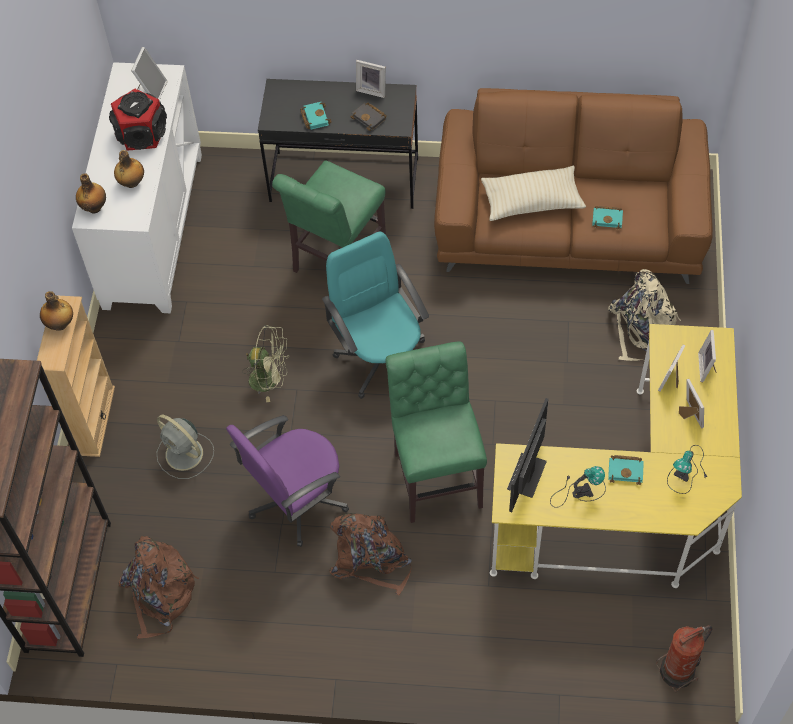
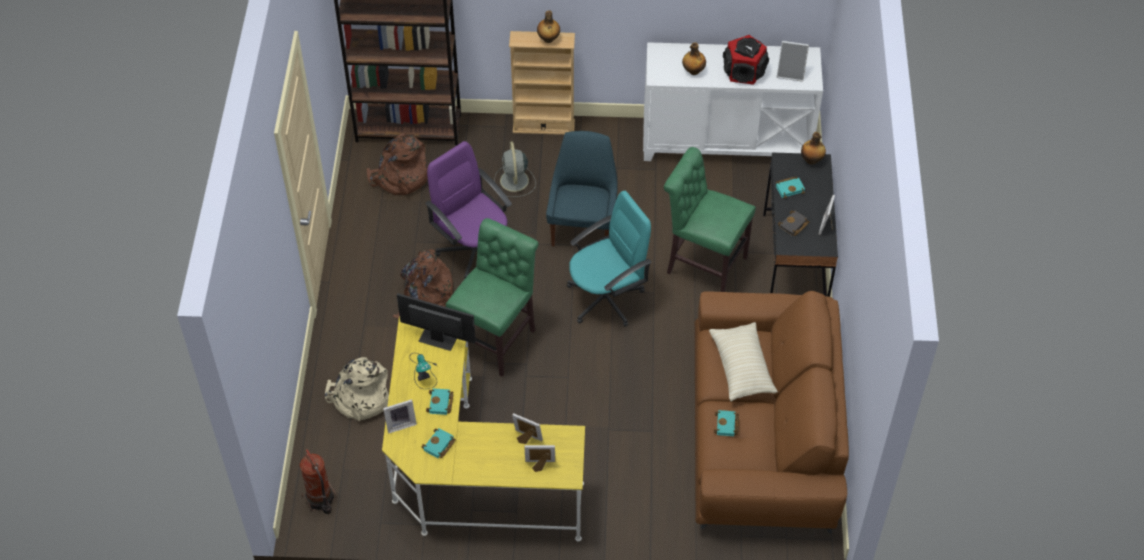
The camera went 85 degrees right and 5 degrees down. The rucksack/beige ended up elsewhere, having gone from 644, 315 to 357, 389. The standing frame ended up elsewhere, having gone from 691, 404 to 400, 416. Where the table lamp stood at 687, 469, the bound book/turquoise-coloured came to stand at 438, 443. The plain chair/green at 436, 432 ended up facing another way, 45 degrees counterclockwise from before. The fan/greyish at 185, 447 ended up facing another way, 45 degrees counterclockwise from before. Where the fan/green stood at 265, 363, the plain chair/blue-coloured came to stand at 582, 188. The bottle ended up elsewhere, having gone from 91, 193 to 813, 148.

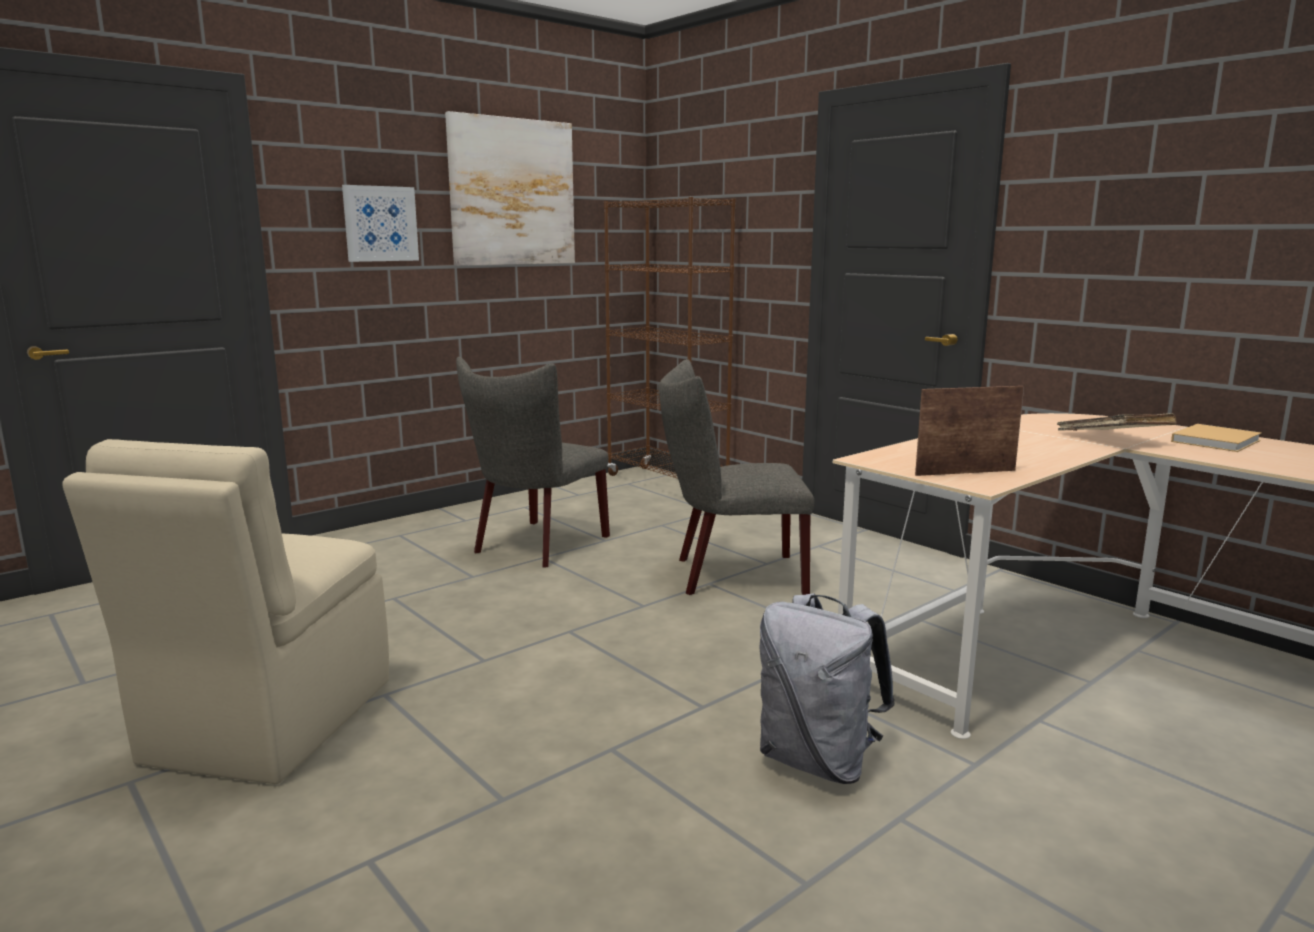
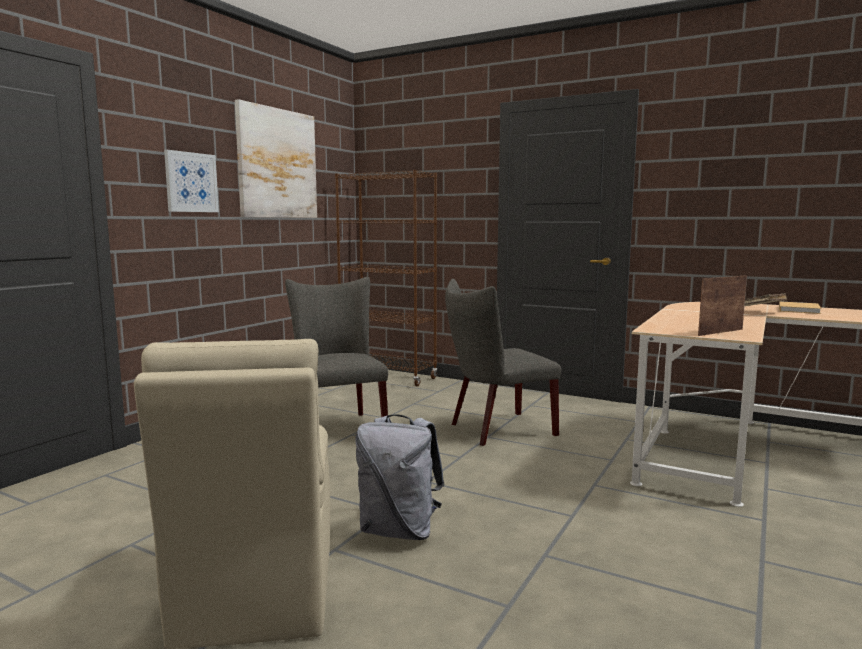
The camera went 20 degrees left and 5 degrees down. The plain chair/greyish at 533, 462 ended up facing another way, 150 degrees clockwise from before. The rucksack/greyish ended up elsewhere, having gone from 827, 688 to 400, 477.

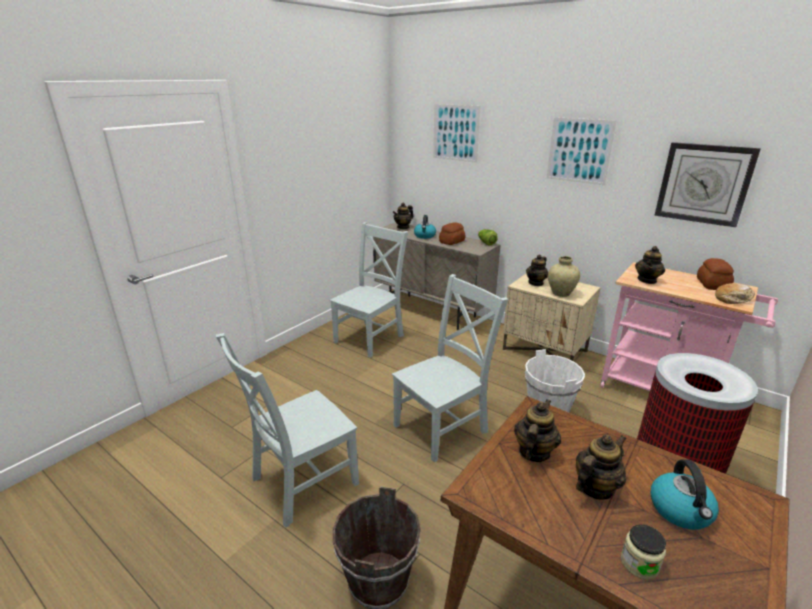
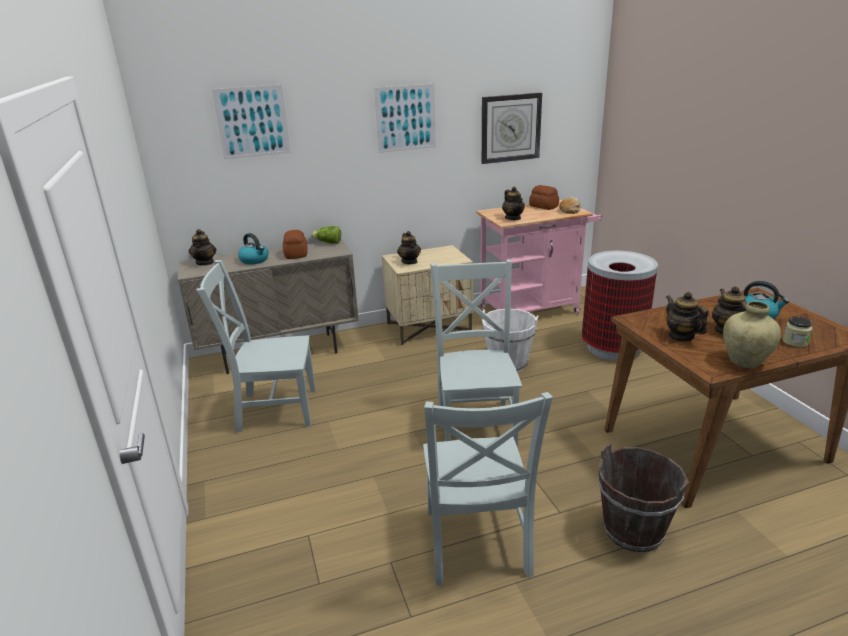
The camera went 55 degrees left and 0 degrees up. The plain chair/greyish at 369, 290 ended up facing another way, 75 degrees counterclockwise from before. The flower vase/beige ended up elsewhere, having gone from 564, 276 to 752, 334.

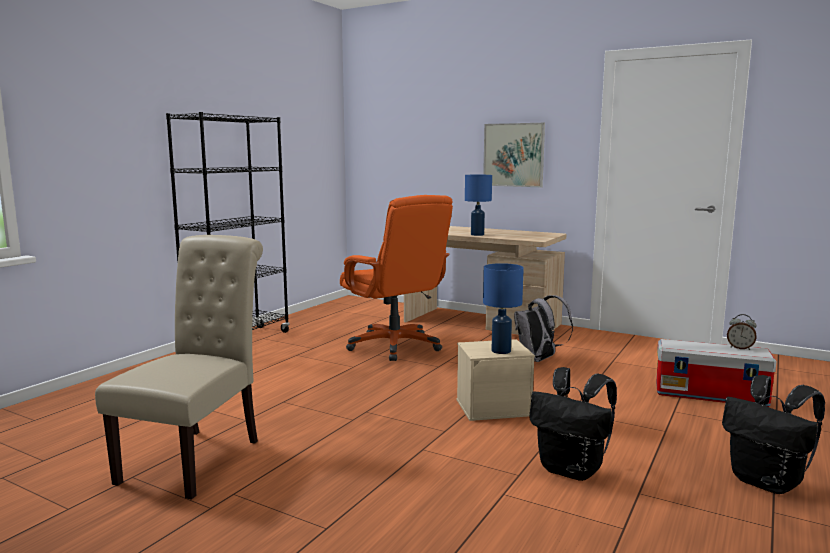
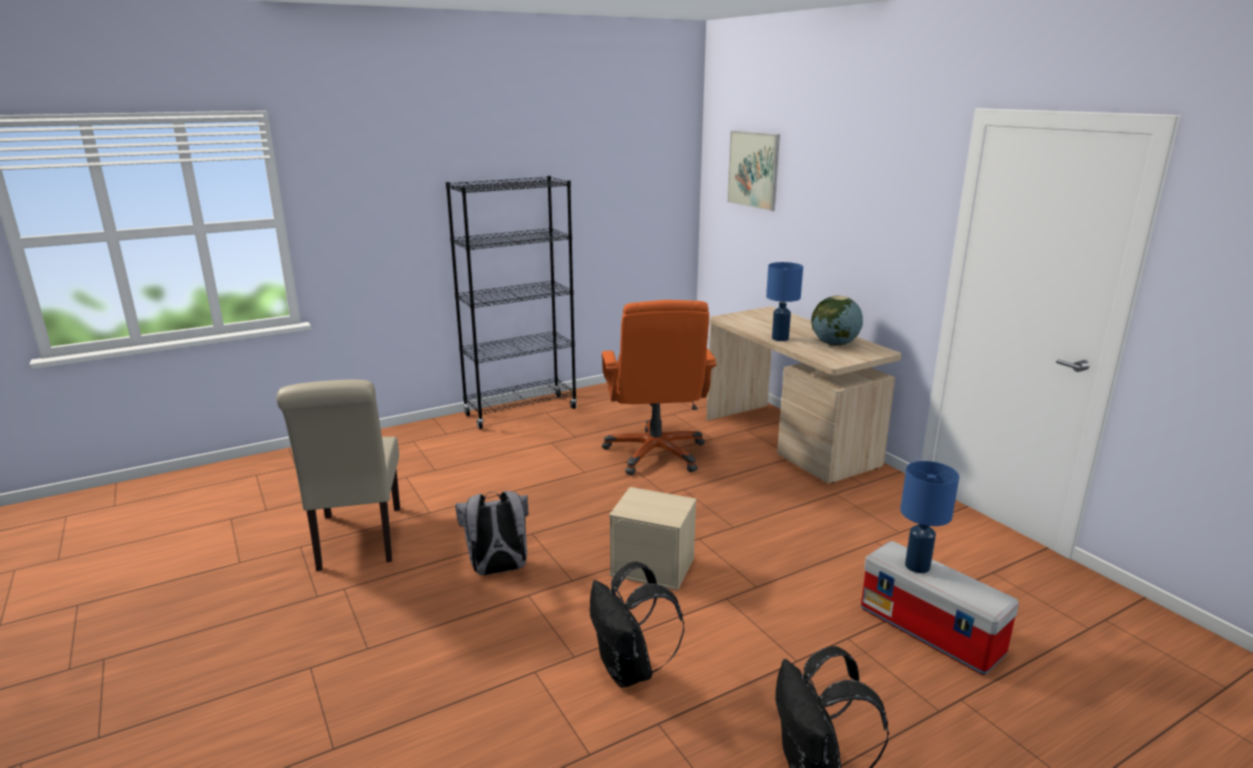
The camera went 30 degrees right and 10 degrees up. The plain chair/beige at 179, 367 ended up facing another way, 120 degrees clockwise from before. The rucksack/greyish ended up elsewhere, having gone from 543, 328 to 491, 533. The wall picture ended up elsewhere, having gone from 514, 155 to 753, 171. The second view gained the globe at 837, 320. The table lamp/blue-coloured ended up elsewhere, having gone from 503, 308 to 929, 517. The second view lost the bedside clock at 741, 332.

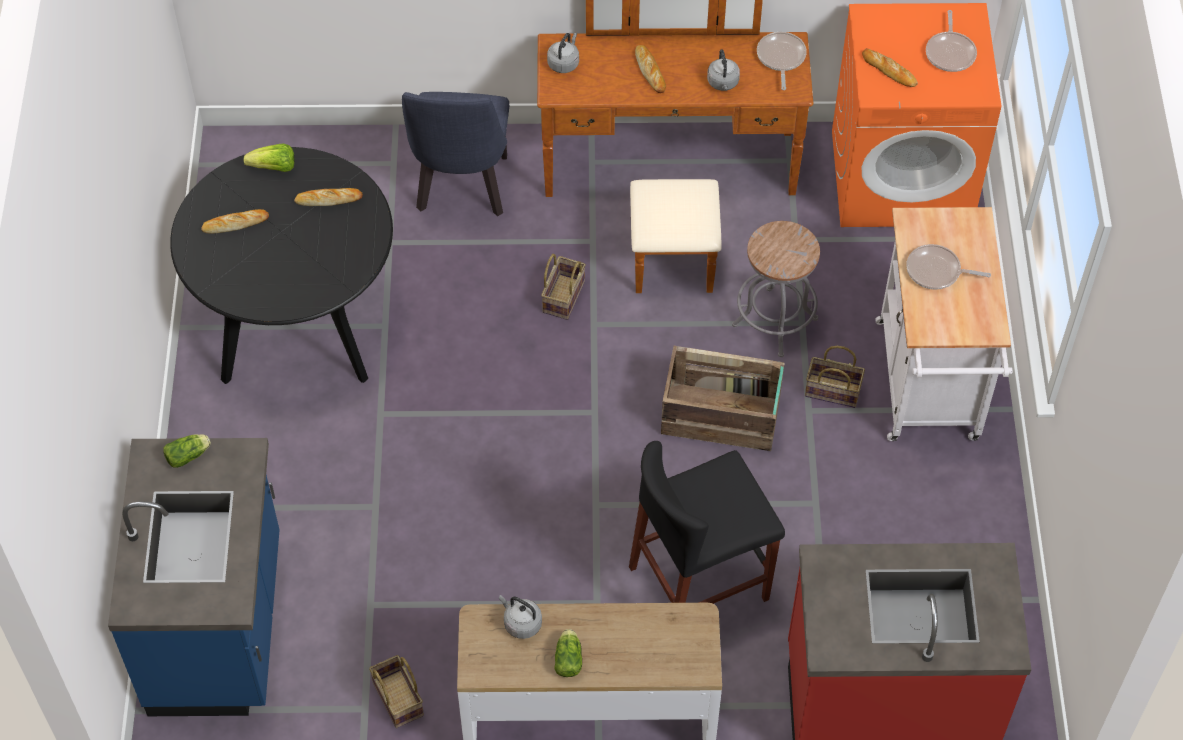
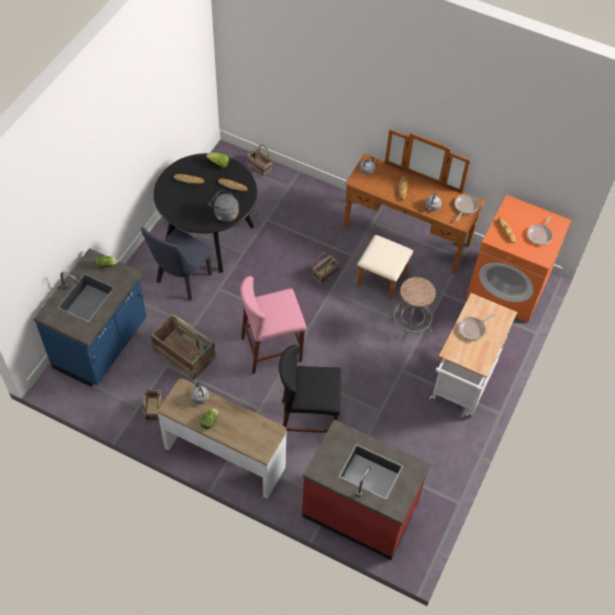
The camera went 25 degrees right and 0 degrees up. The plain chair/blue-coloured ended up elsewhere, having gone from 455, 154 to 176, 263. The packing crate ended up elsewhere, having gone from 723, 398 to 183, 347. The second view gained the kettle/greyish at 224, 206. The second view gained the sitting stool/pink at 273, 325. The storage basket ended up elsewhere, having gone from 835, 377 to 260, 160. The skillet at 948, 267 ended up facing another way, 75 degrees counterclockwise from before.

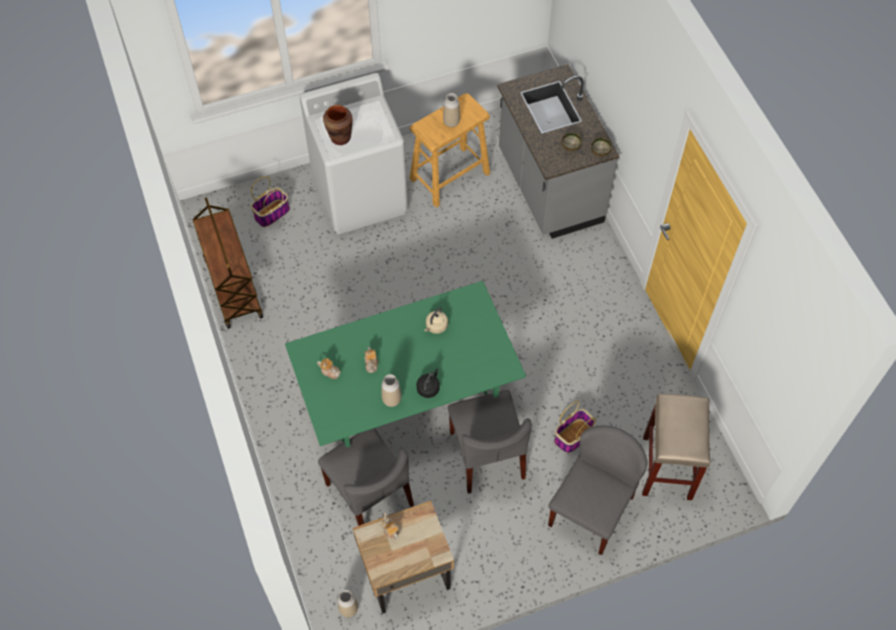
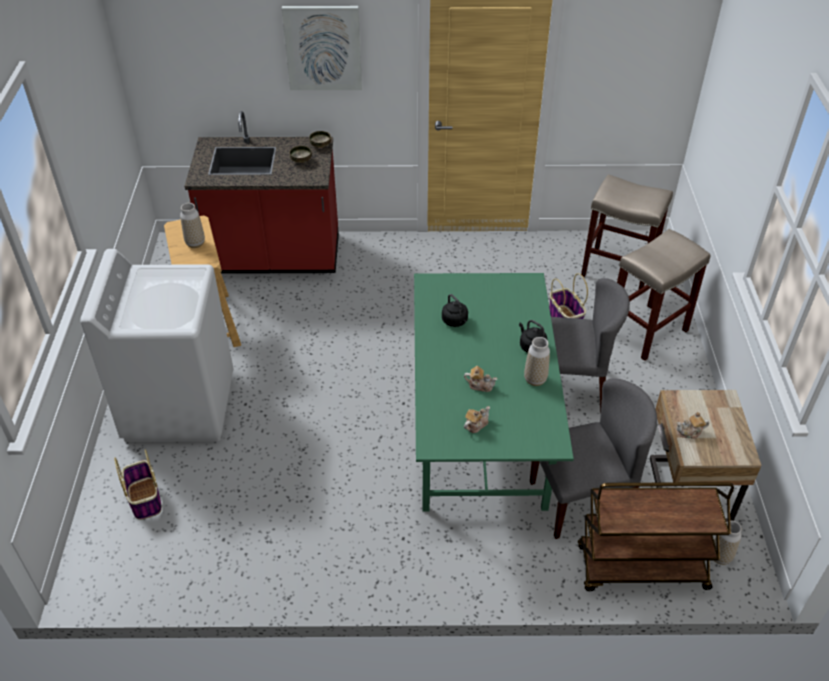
The camera went 70 degrees left and 15 degrees down. What was the kitchen counter/greyish at 558, 151 turned into the kitchen counter/red-coloured at 262, 192. The second view gained the wall picture at 322, 48. What was the kettle/beige at 436, 320 turned into the kettle/blackish at 455, 310. The wheeled cart/brownish ended up elsewhere, having gone from 228, 263 to 656, 536. Where the plain chair/greyish stood at 598, 490, the sitting stool/beige came to stand at 663, 295. The second view lost the flower vase/brownish at 338, 125.

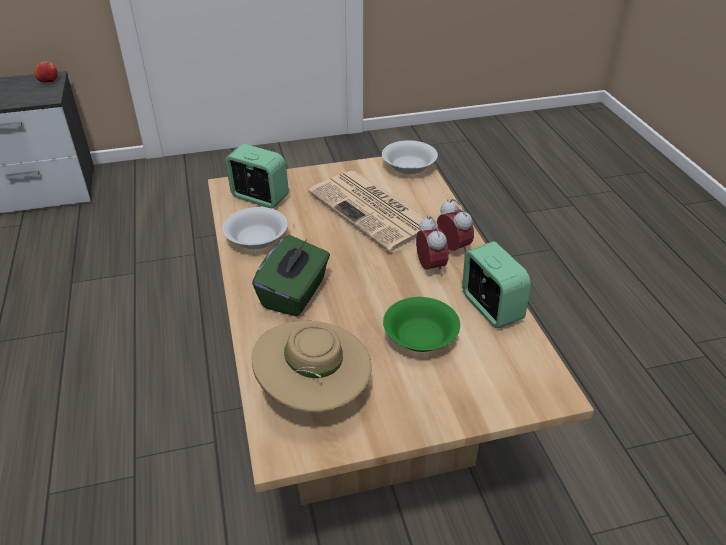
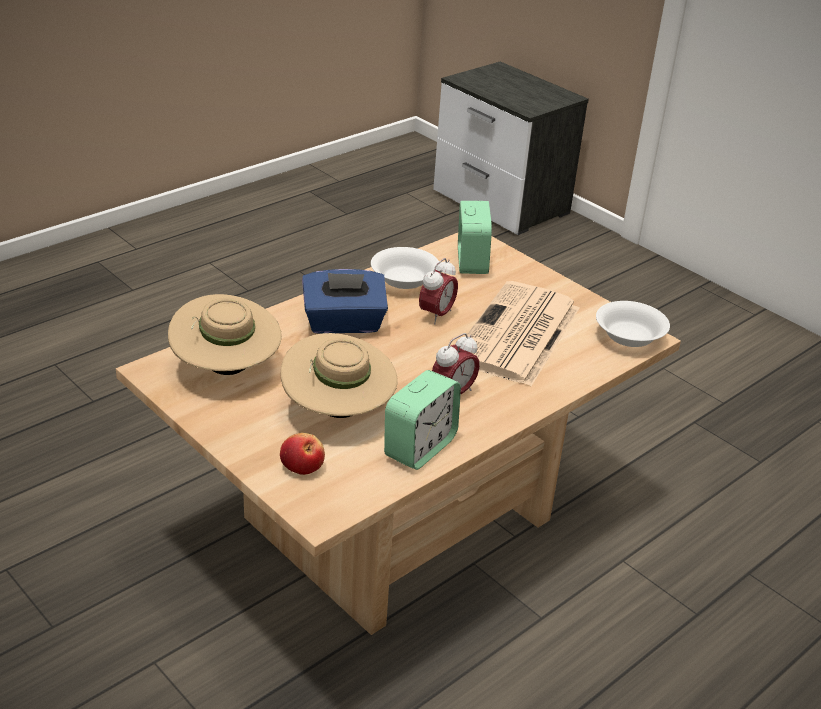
The camera went 60 degrees right and 5 degrees down. Where the deep dish/green stood at 421, 324, the clothing hat/beige came to stand at 339, 375. The apple fruit ended up elsewhere, having gone from 46, 71 to 302, 454. What was the tissue box/green at 291, 276 turned into the tissue box/blue-coloured at 345, 301. The bedside clock ended up elsewhere, having gone from 455, 225 to 438, 291.

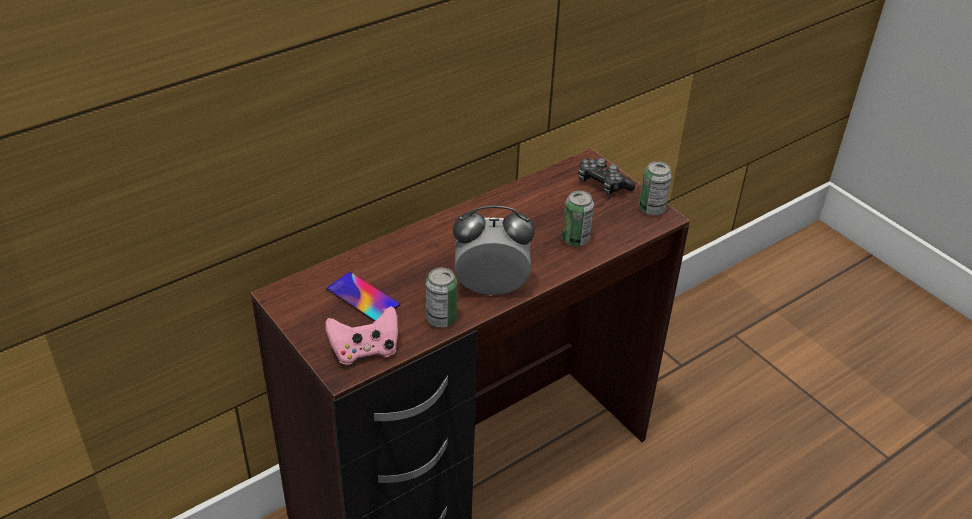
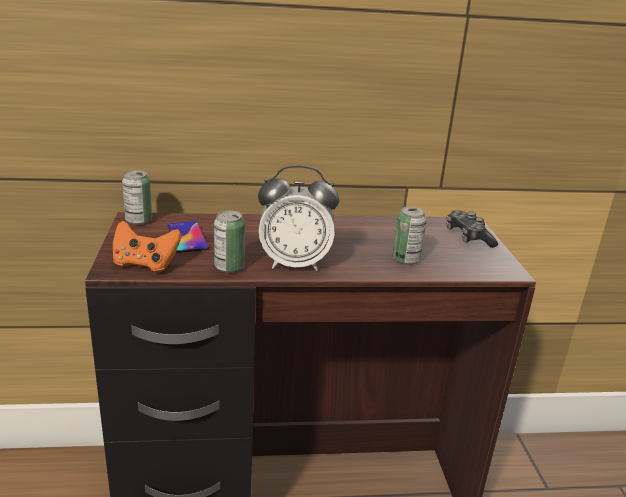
The camera went 30 degrees right and 15 degrees down. What was the game controller/pink at 361, 335 turned into the game controller/orange-coloured at 147, 246. The sealed can ended up elsewhere, having gone from 655, 188 to 137, 197. The bedside clock at 494, 251 ended up facing another way, 150 degrees clockwise from before.

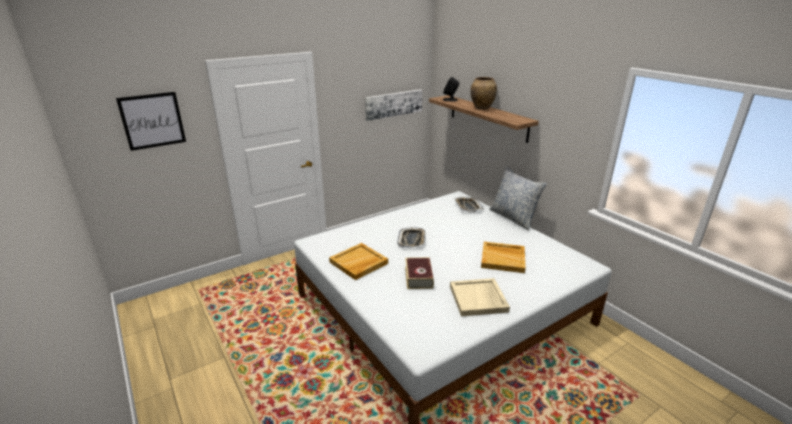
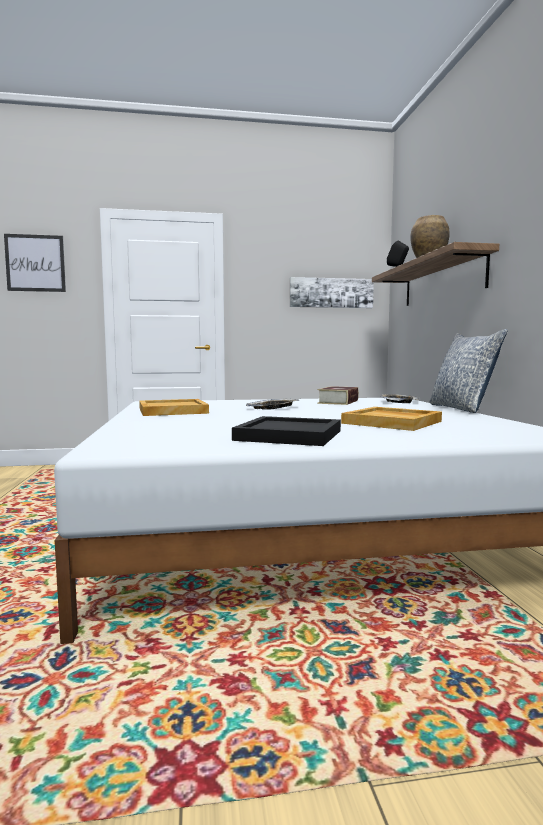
The camera went 25 degrees right and 20 degrees down. What was the serving tray/beige at 480, 297 turned into the serving tray/blackish at 286, 431. The bound book ended up elsewhere, having gone from 419, 273 to 338, 395.

